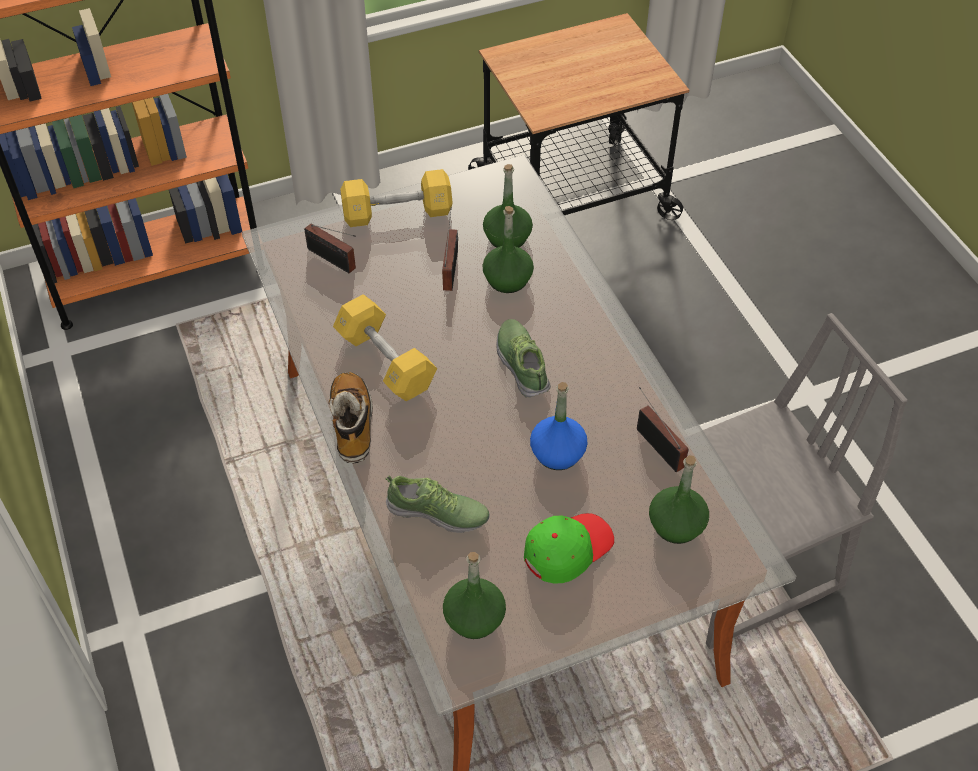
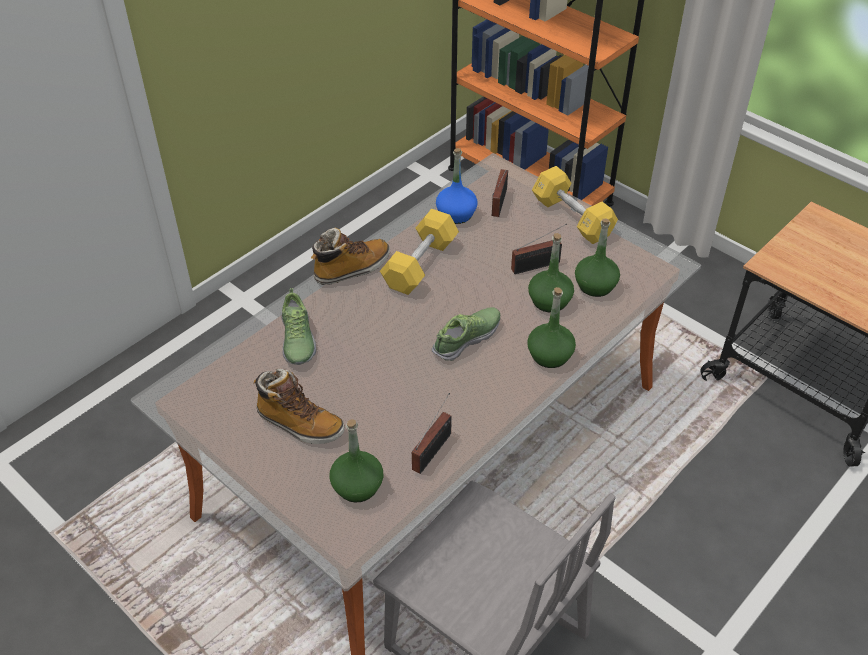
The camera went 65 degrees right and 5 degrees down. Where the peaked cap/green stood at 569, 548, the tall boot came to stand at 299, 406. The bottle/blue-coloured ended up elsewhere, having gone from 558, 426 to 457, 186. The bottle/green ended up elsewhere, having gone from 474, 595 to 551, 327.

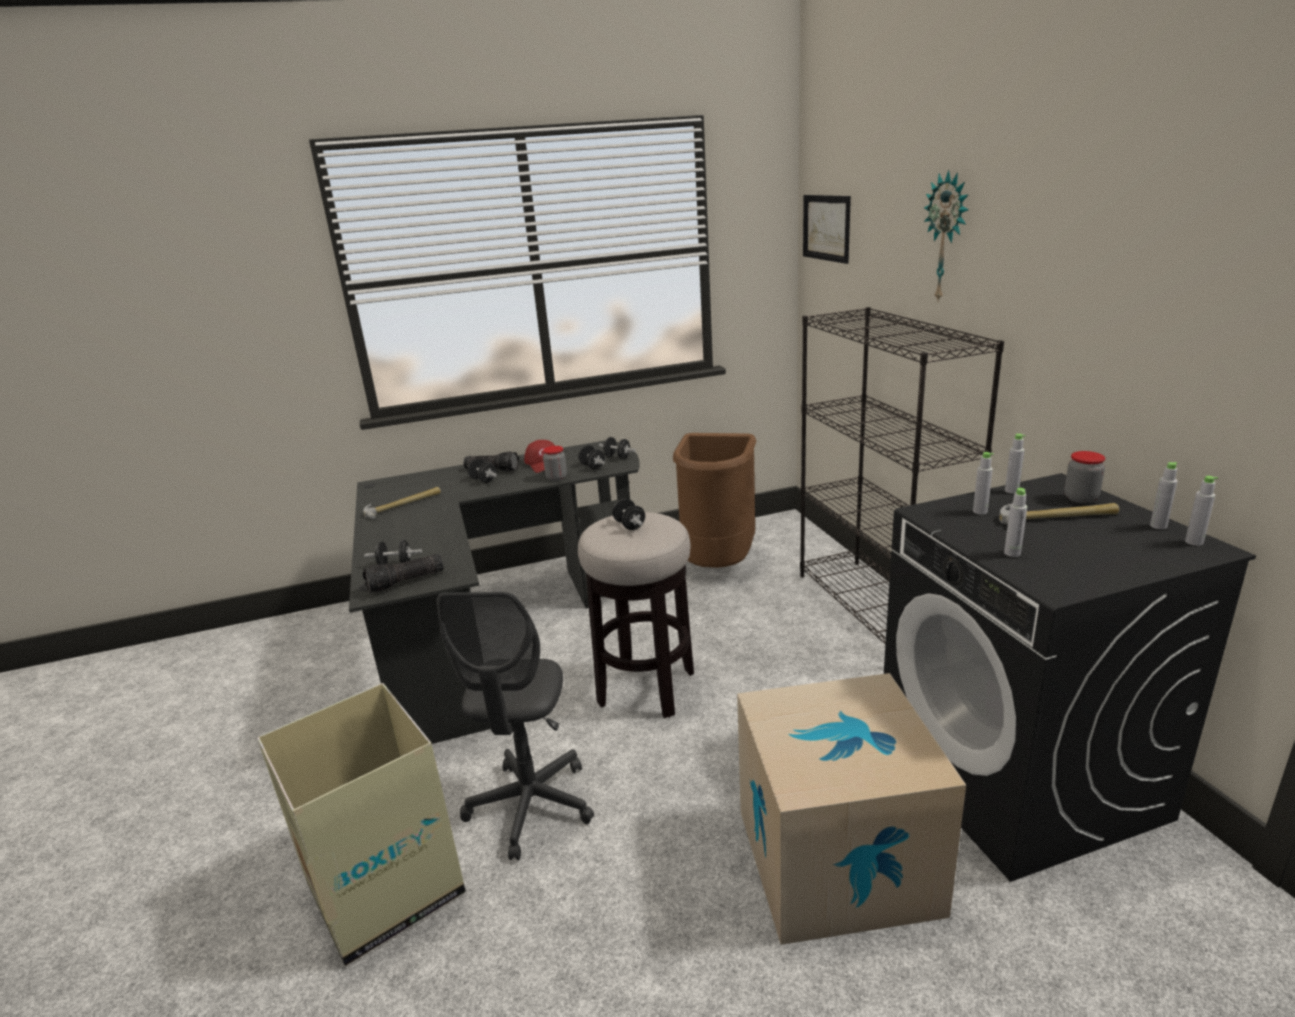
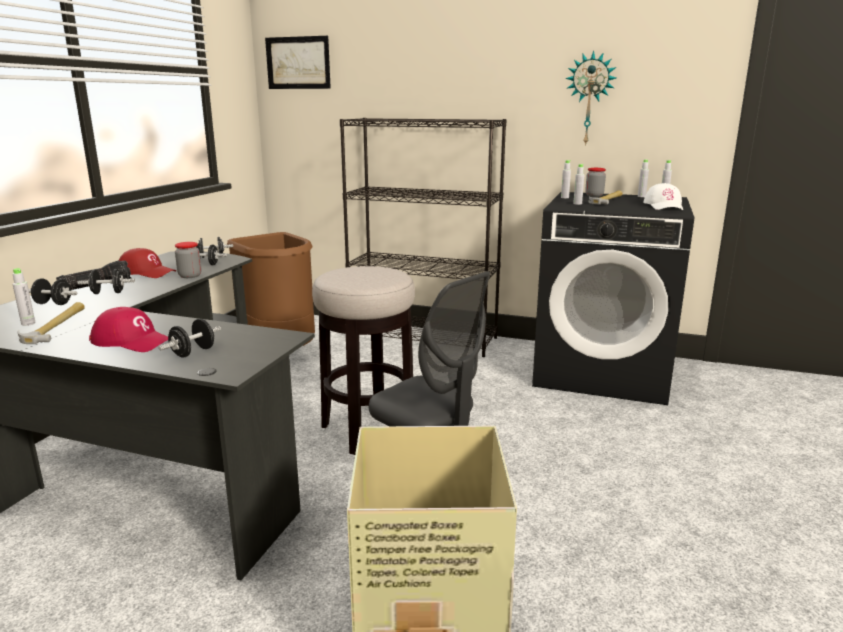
The camera went 55 degrees left and 5 degrees down. The bottle/greyish ended up elsewhere, having gone from 1015, 522 to 24, 297. The hand weight/blackish ended up elsewhere, having gone from 628, 514 to 53, 291. The second view gained the peaked cap/red-coloured at 128, 329. The wall clock ended up elsewhere, having gone from 946, 236 to 591, 98. The second view gained the peaked cap/white-coloured at 663, 196. The second view lost the torch at 403, 573. The second view lost the packing box at 851, 809.

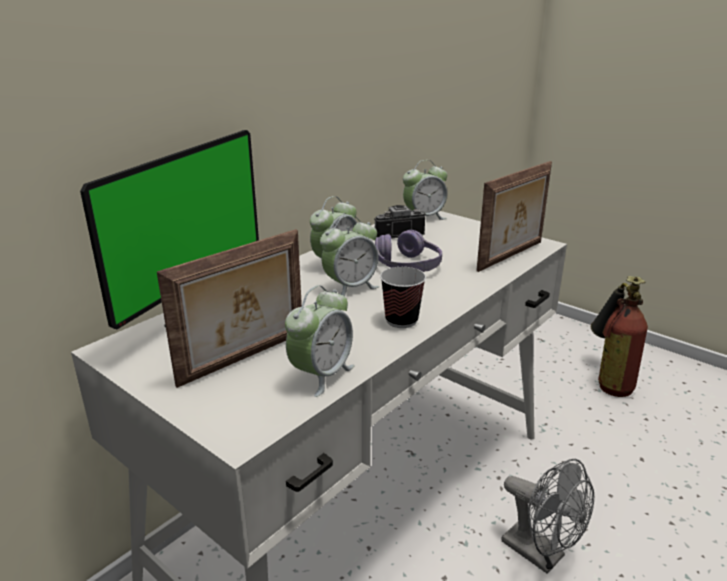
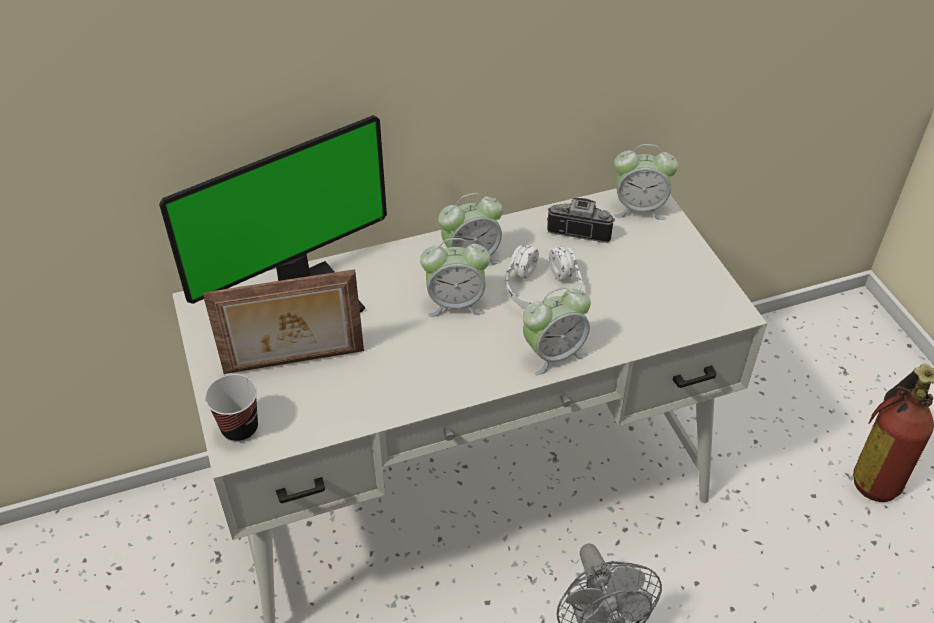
The camera went 30 degrees right and 20 degrees up. The cup ended up elsewhere, having gone from 403, 297 to 231, 408. What was the pair of headphones/purple-coloured at 408, 251 turned into the pair of headphones/white-coloured at 543, 277. The bedside clock ended up elsewhere, having gone from 320, 341 to 557, 331. The second view lost the standing frame at 514, 216.

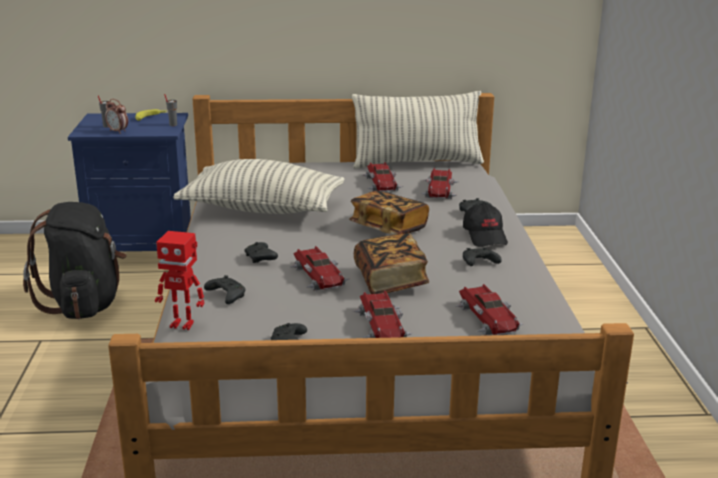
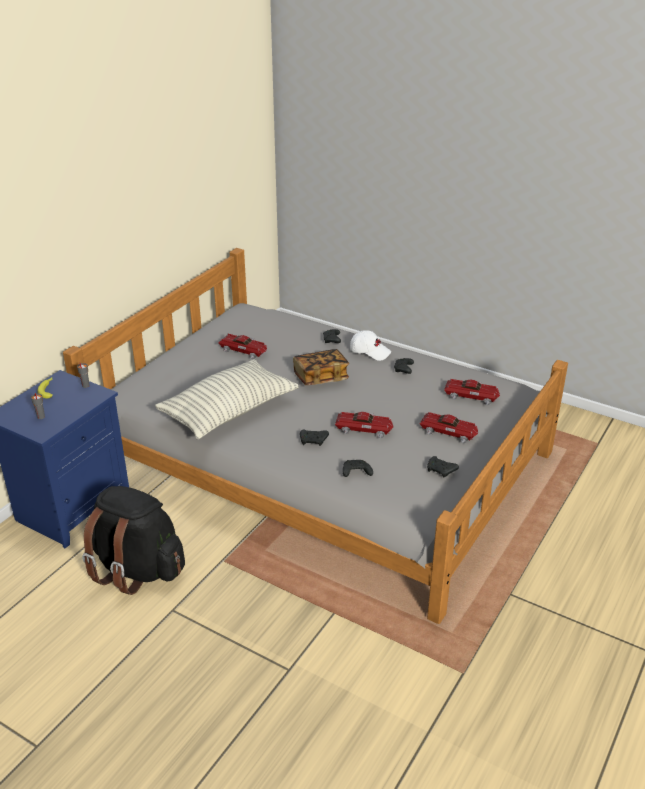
The camera went 55 degrees left and 10 degrees up. What was the peaked cap/blackish at 485, 225 turned into the peaked cap/white-coloured at 370, 345. The second view lost the bedside clock at 116, 116. The second view lost the model robot at 180, 280. The second view lost the pillow at 418, 130. The second view lost the bound book at 391, 263. The second view lost the miniature car at 439, 183.

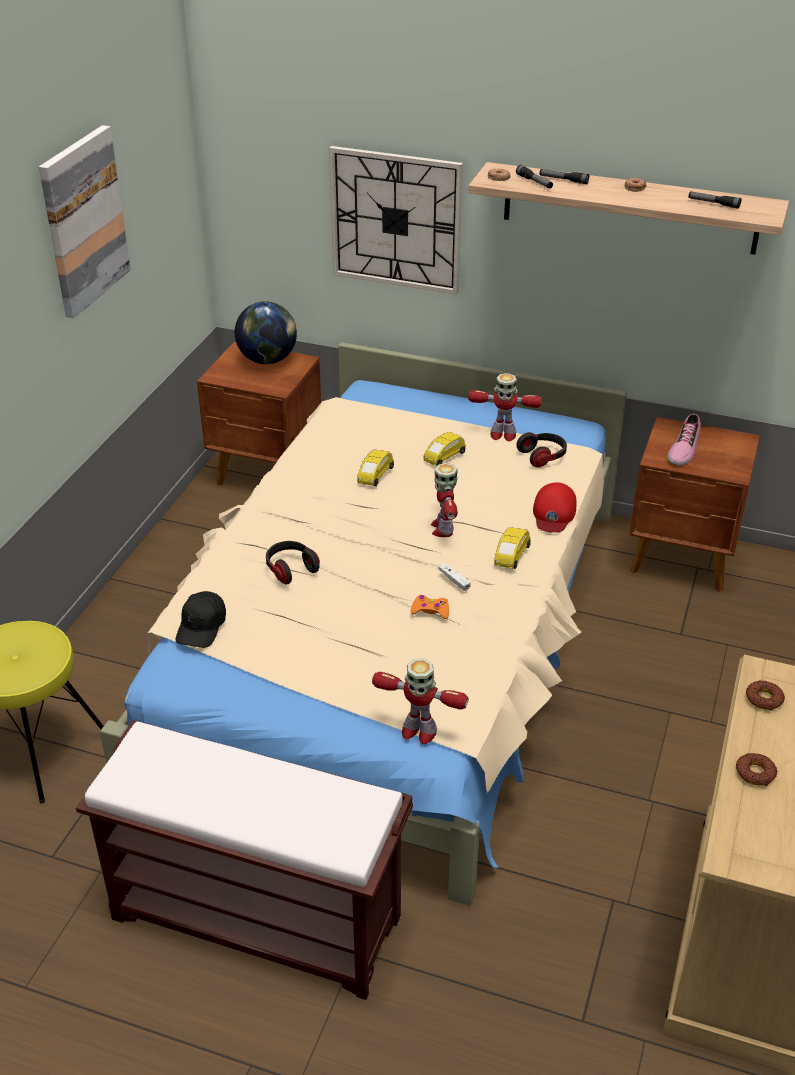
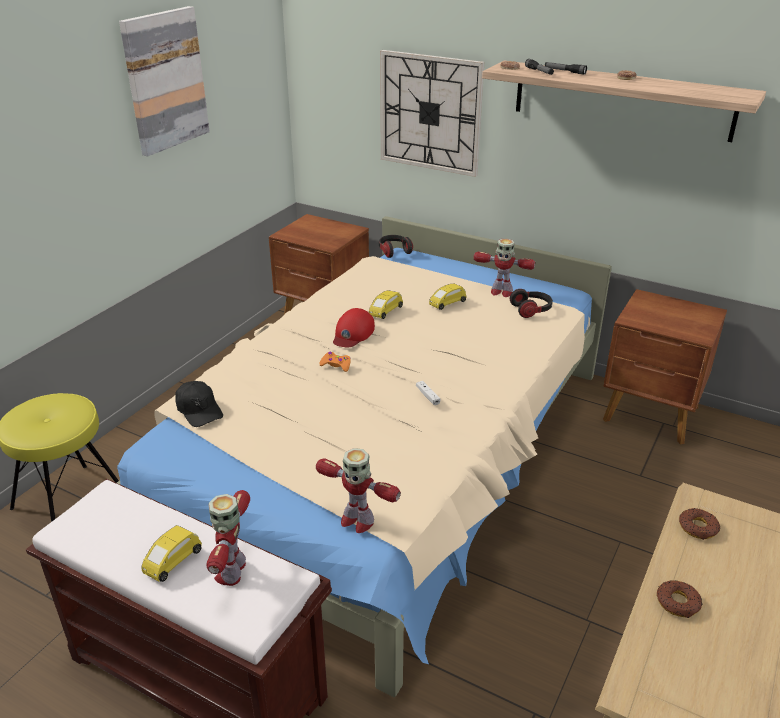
The camera went 10 degrees right and 5 degrees down. The miniature car/yellow ended up elsewhere, having gone from 512, 548 to 172, 553. The peaked cap/blackish at 201, 619 ended up facing another way, 60 degrees counterclockwise from before. The model robot ended up elsewhere, having gone from 444, 500 to 228, 538. The game controller/orange-coloured ended up elsewhere, having gone from 430, 607 to 335, 362. The peaked cap/red-coloured ended up elsewhere, having gone from 555, 507 to 354, 327. The pair of headphones ended up elsewhere, having gone from 293, 563 to 396, 246. The second view lost the globe at 266, 332. The second view lost the low shoe at 684, 439. The second view lost the torch at 715, 200.

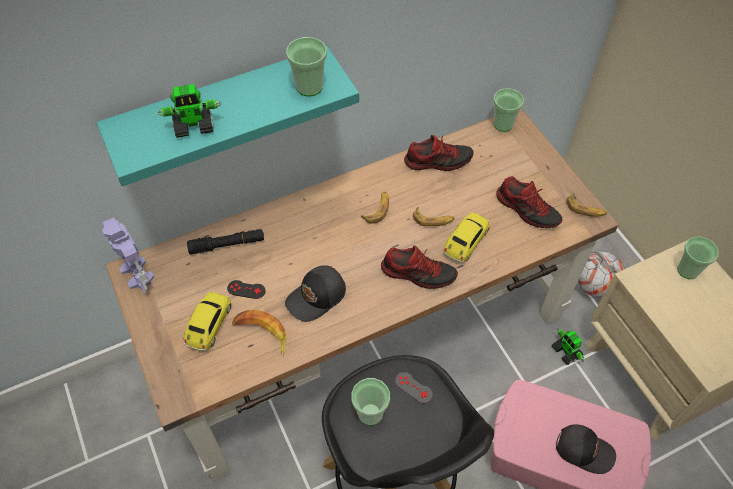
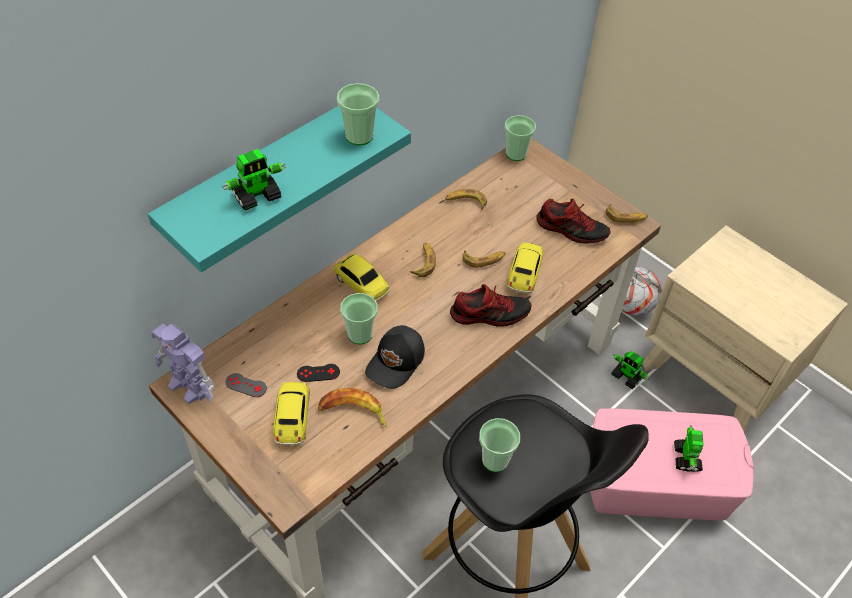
The camera went 20 degrees left and 5 degrees down. The game controller/greyish ended up elsewhere, having gone from 414, 387 to 246, 385. The second view gained the miniature car at 361, 277. The cup ended up elsewhere, having gone from 698, 257 to 359, 319. Where the low shoe stood at 439, 153, the banana came to stand at 466, 199. Where the peaked cap/blackish stood at 586, 449, the model robot came to stand at 689, 448. The second view lost the torch/blackish at 225, 241.

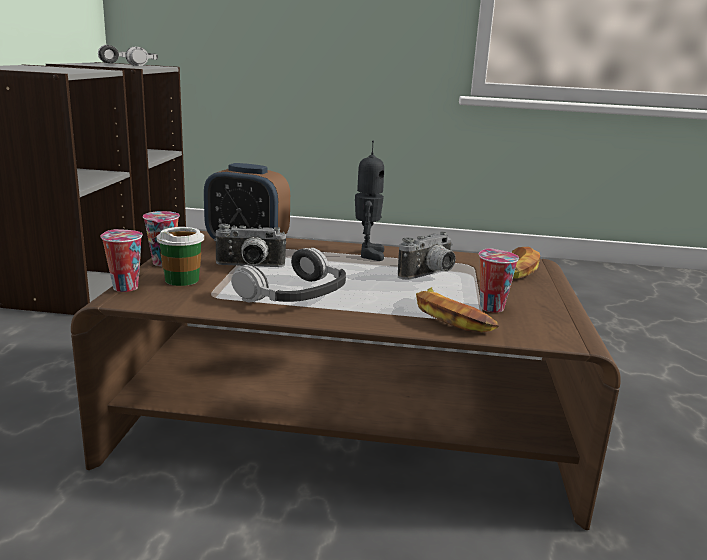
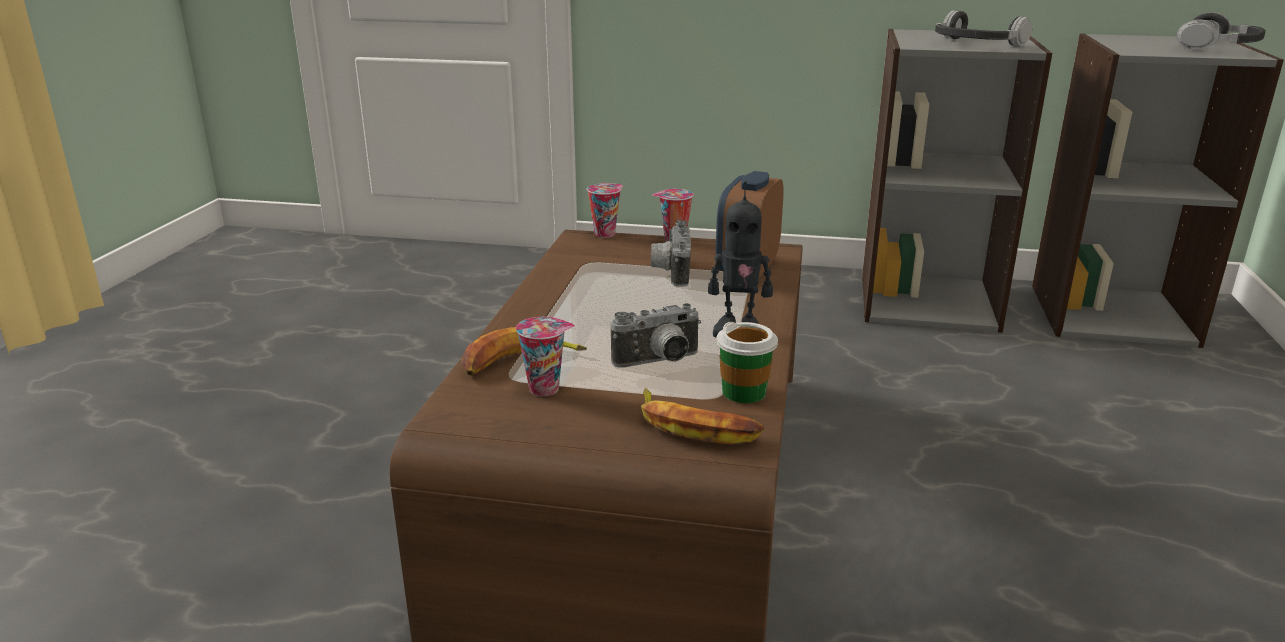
The camera went 95 degrees right and 5 degrees up. The photo camera at 427, 255 ended up facing another way, 75 degrees counterclockwise from before. The cup ended up elsewhere, having gone from 180, 256 to 747, 362. The pair of headphones ended up elsewhere, having gone from 288, 275 to 984, 28.

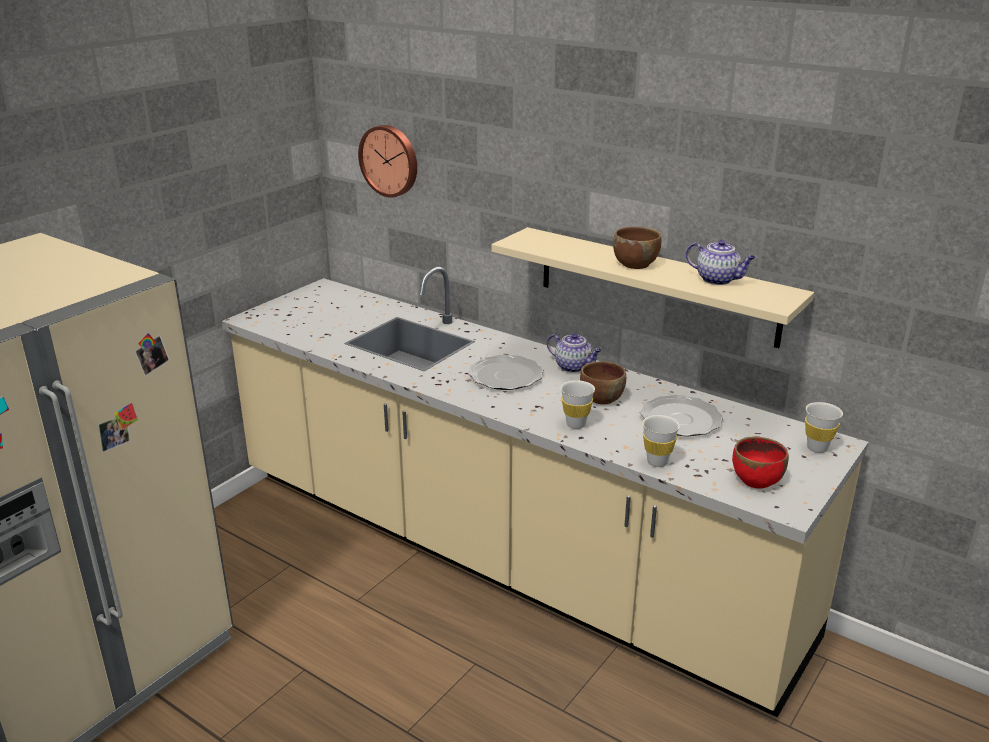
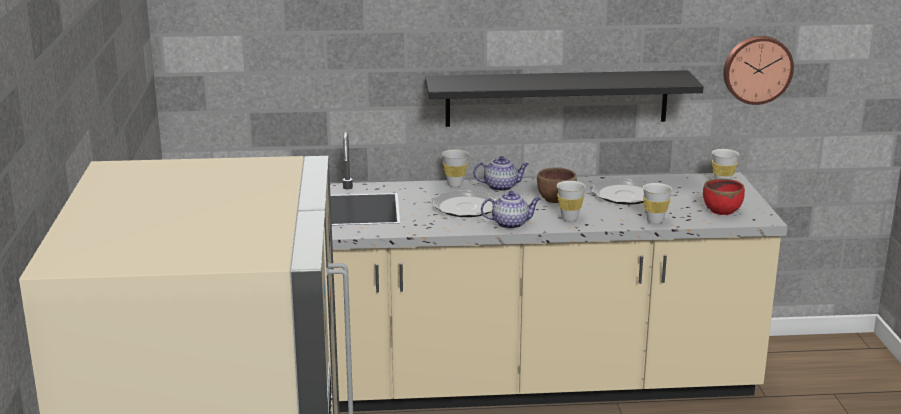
The camera went 40 degrees left and 5 degrees down. What was the bracket shelf/beige at 653, 287 turned into the bracket shelf/blackish at 564, 98. The second view gained the cup/white-coloured at 455, 168. The teapot ended up elsewhere, having gone from 721, 262 to 510, 210. The wall clock ended up elsewhere, having gone from 387, 161 to 758, 70. The second view lost the deep dish/brownish at 637, 248.

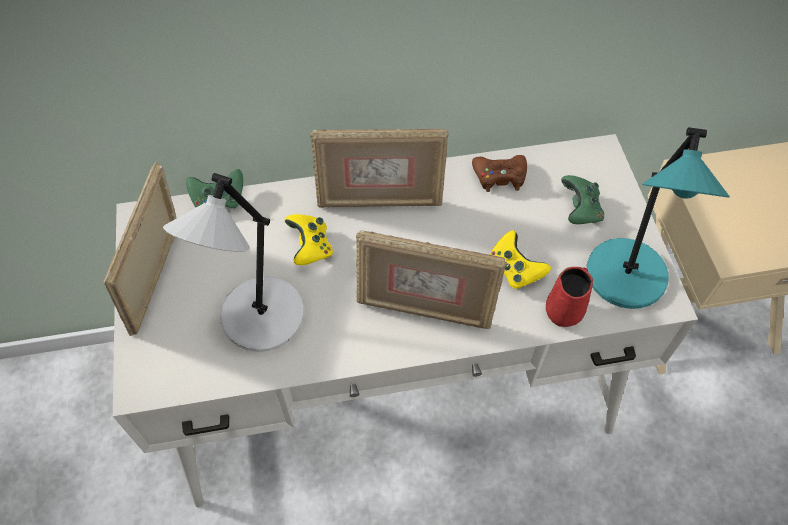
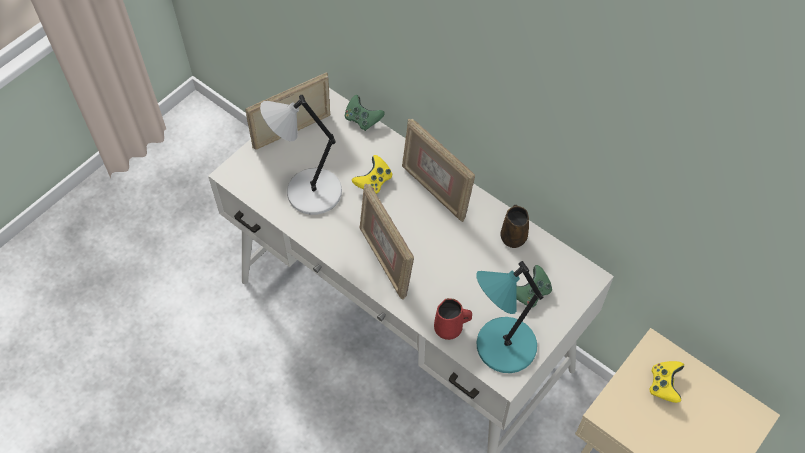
The camera went 50 degrees right and 0 degrees up. Where the game controller/brownish stood at 499, 173, the mug/brownish came to stand at 514, 226. The game controller/yellow ended up elsewhere, having gone from 520, 259 to 667, 382.

